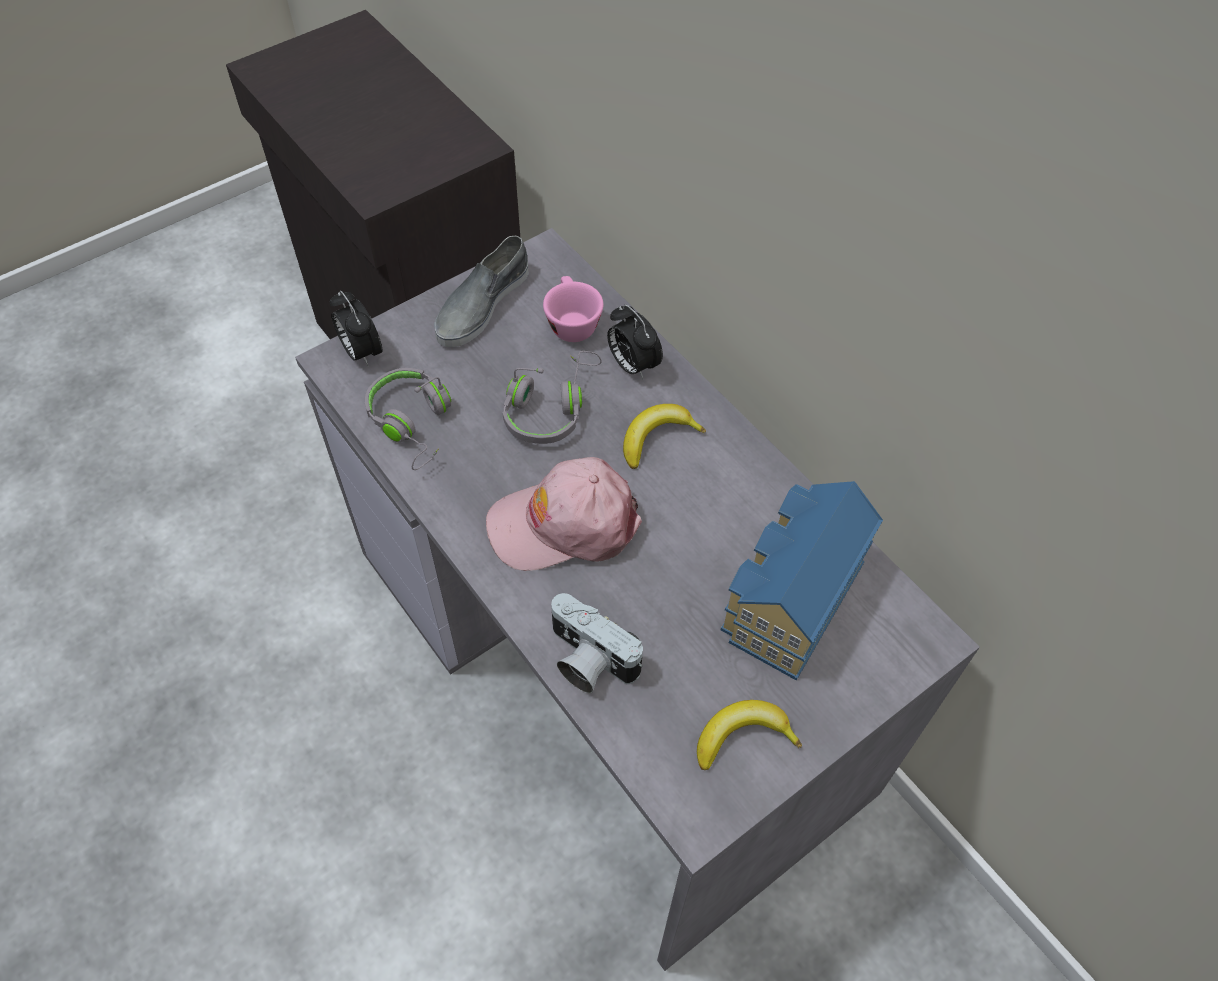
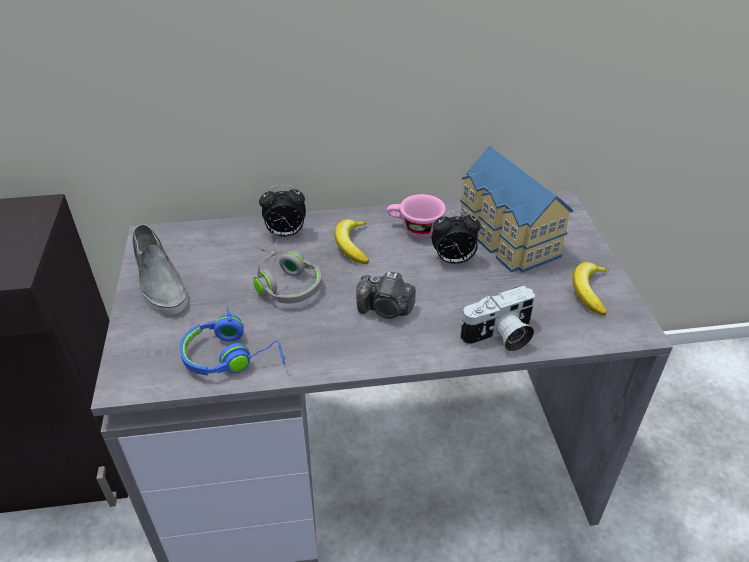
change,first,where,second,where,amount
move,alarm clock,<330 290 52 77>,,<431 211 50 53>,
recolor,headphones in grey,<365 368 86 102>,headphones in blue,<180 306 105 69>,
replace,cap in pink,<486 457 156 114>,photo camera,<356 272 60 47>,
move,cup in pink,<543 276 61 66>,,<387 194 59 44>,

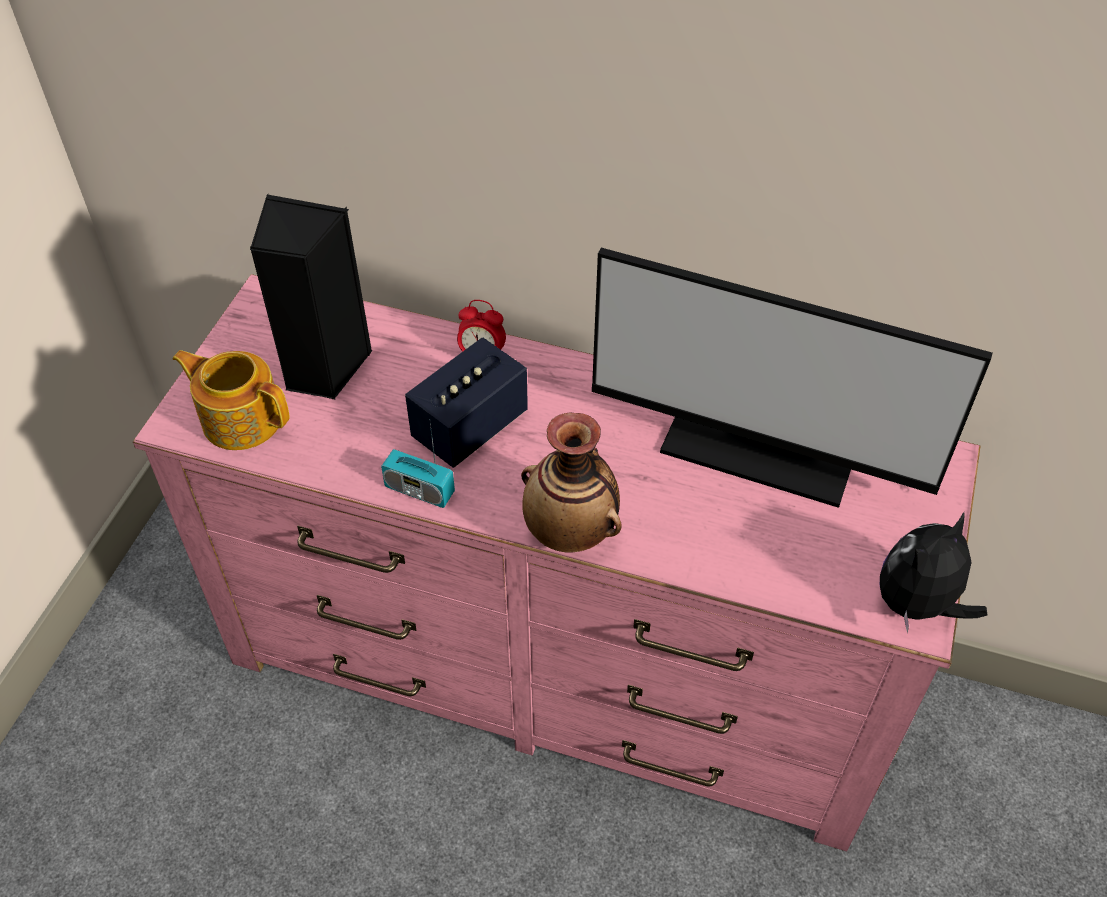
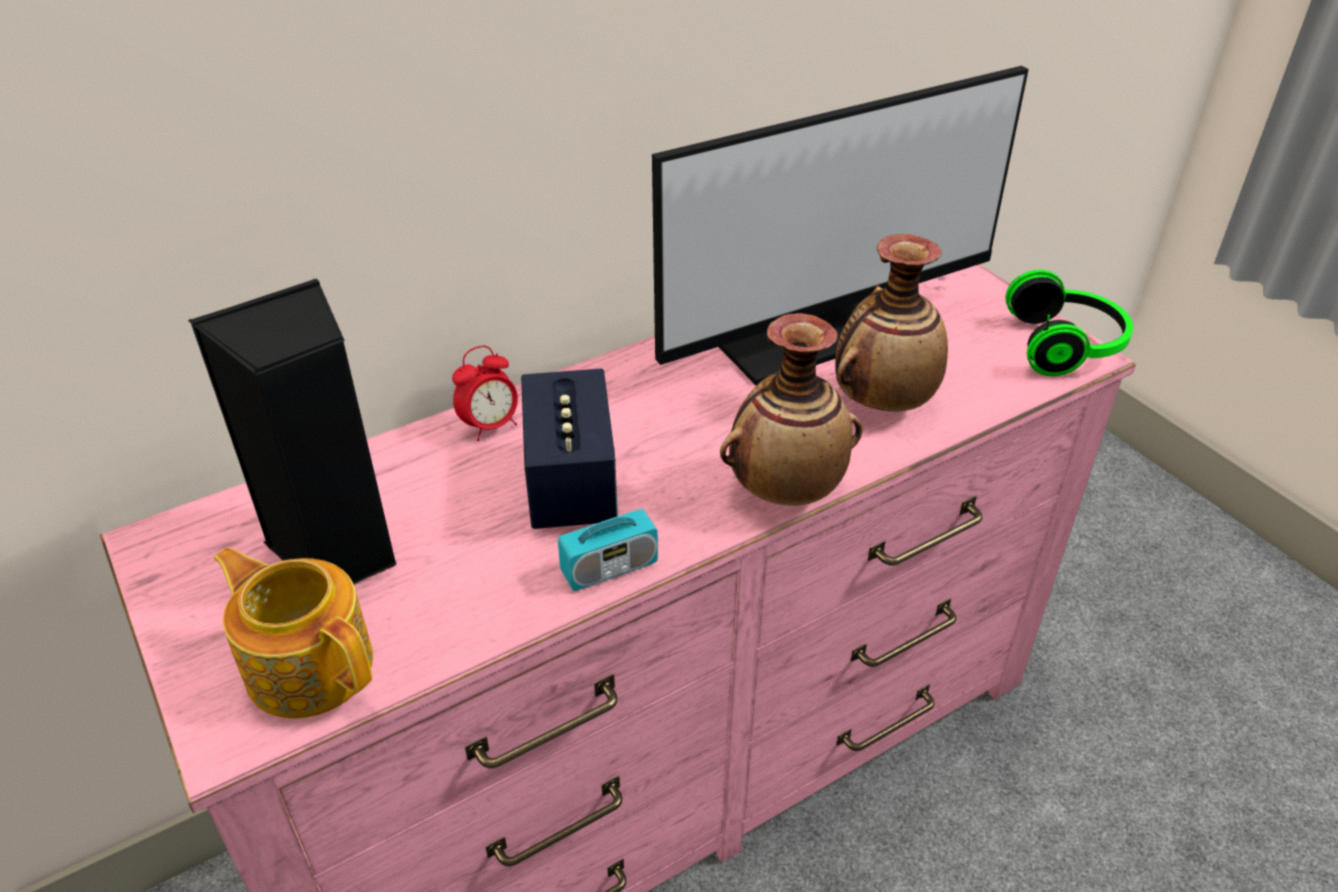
change,first,where,second,where,amount
rotate,teapot,<172 350 118 100>,,<214 547 159 171>,60 degrees clockwise
replace,plush toy,<880 512 107 122>,headphones,<1005 270 128 106>,
insert,,,vase,<835 234 113 178>,

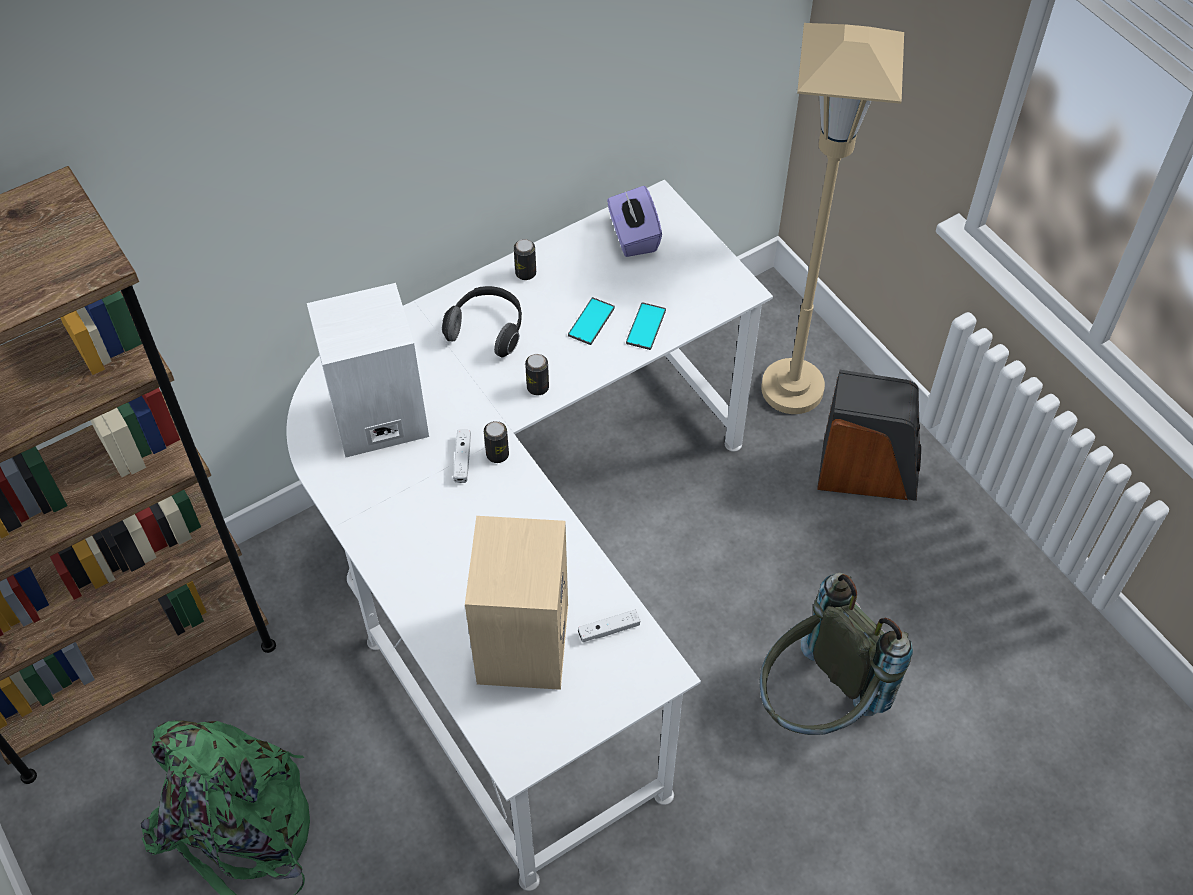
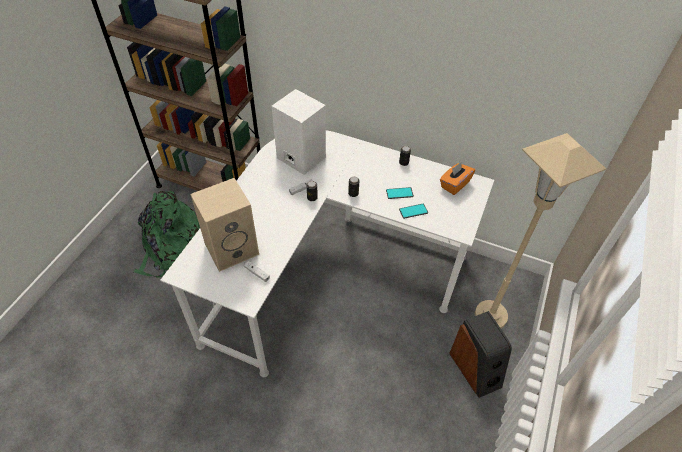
change,first,where,second,where,amount
delete,headphones,<442 286 80 72>,,,
recolor,tissue box in purple,<607 186 55 71>,tissue box in orange,<440 162 35 33>,
delete,backpack in grey,<760 573 153 162>,,,

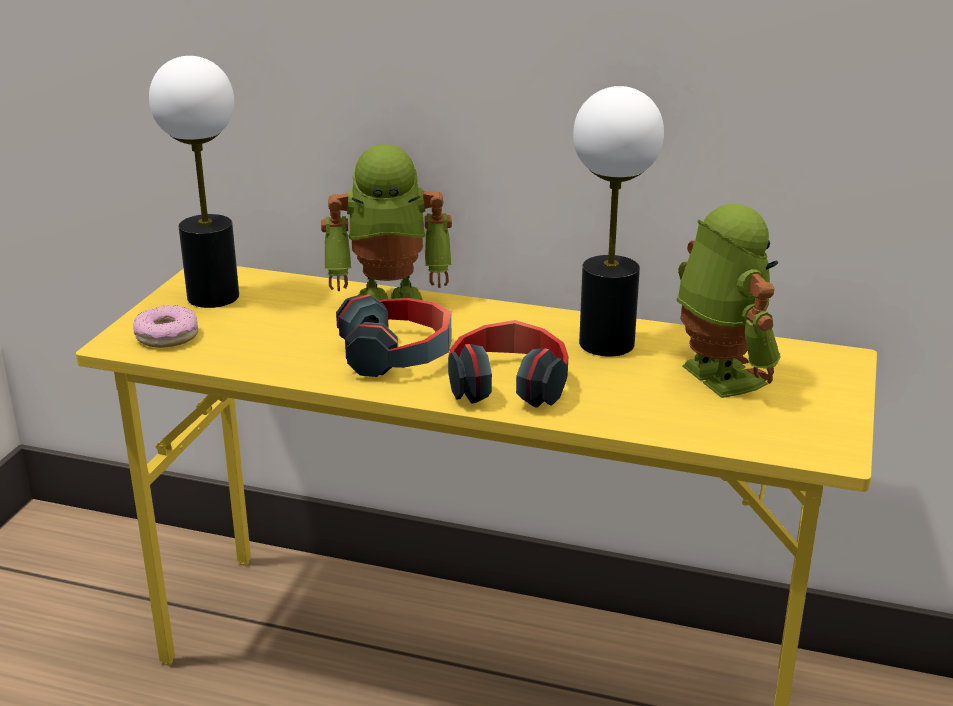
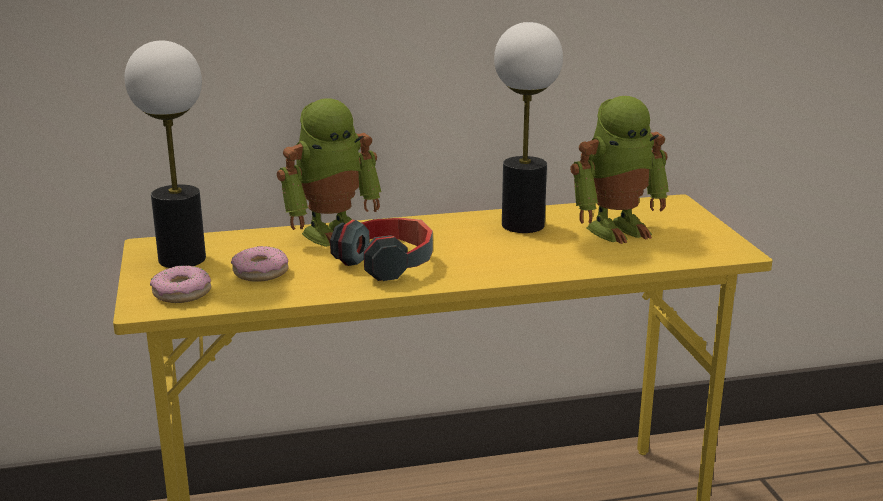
change,first,where,second,where,amount
delete,headphones,<448 320 120 88>,,,
rotate,toy robot,<677 204 103 194>,,<570 96 99 148>,120 degrees clockwise
insert,,,donut,<231 246 57 36>,

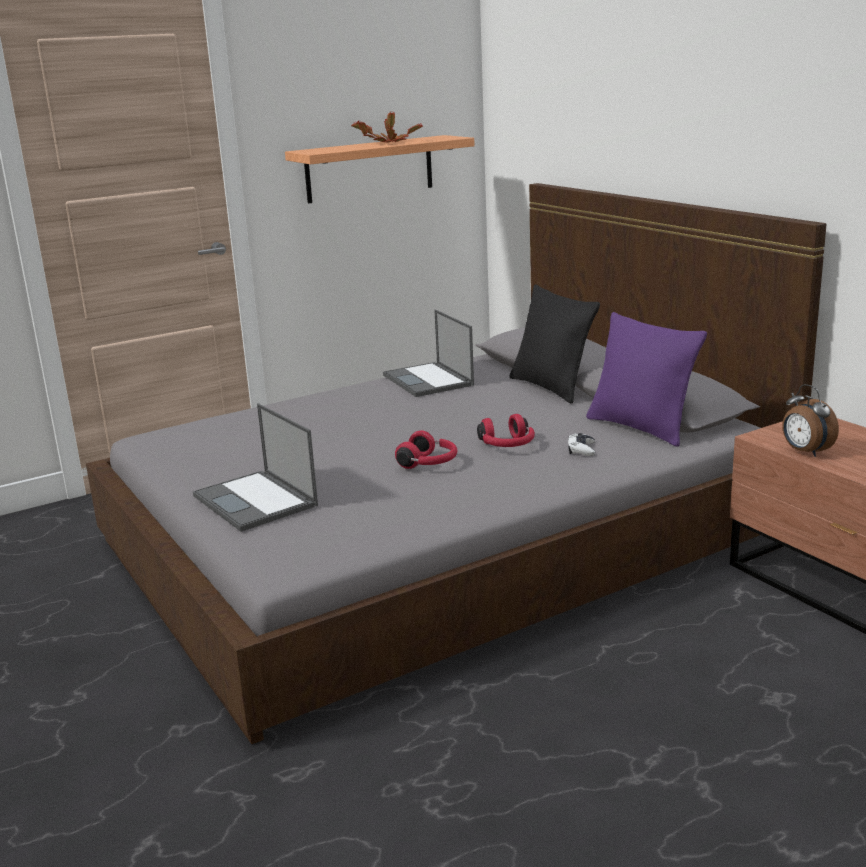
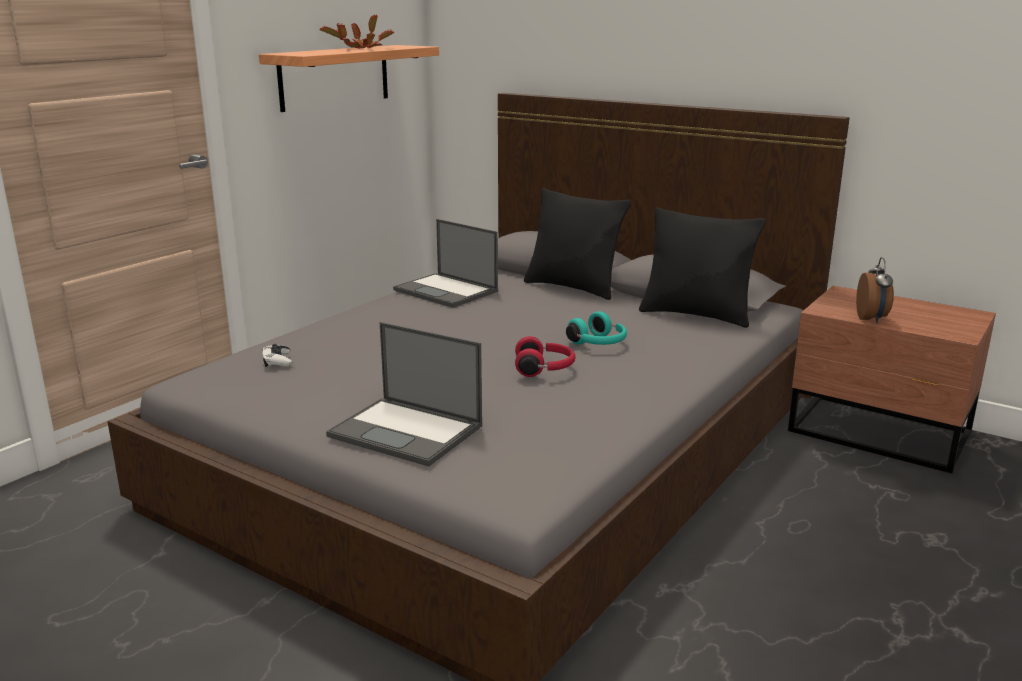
change,first,where,second,where,amount
recolor,headphones in red,<477 414 58 33>,headphones in turquoise,<566 311 61 34>,
move,game controller in white,<568 433 27 23>,,<262 344 31 23>,
recolor,pillow in purple,<586 312 121 135>,pillow in black,<639 207 127 121>,
rotate,alarm clock,<782 384 57 73>,,<856 257 38 66>,120 degrees counterclockwise

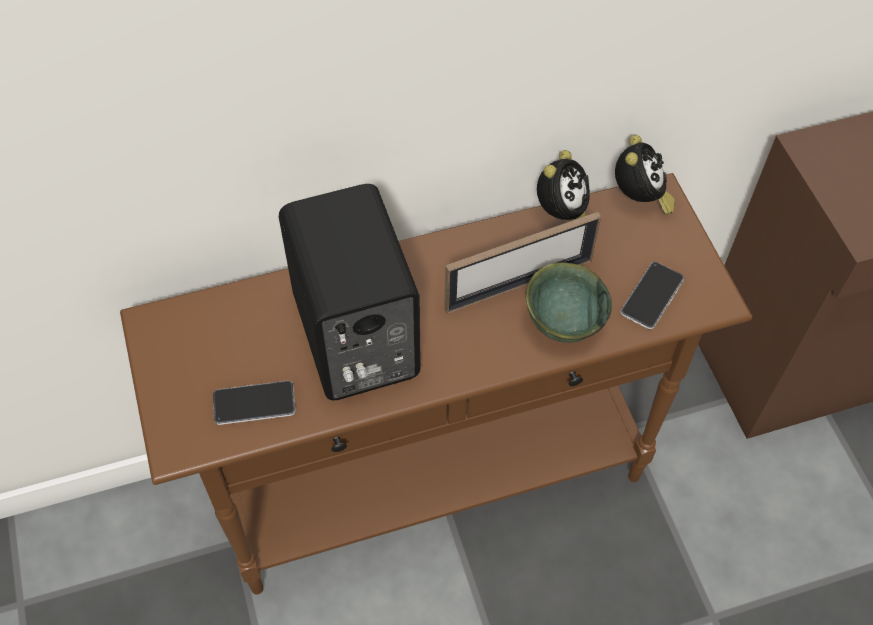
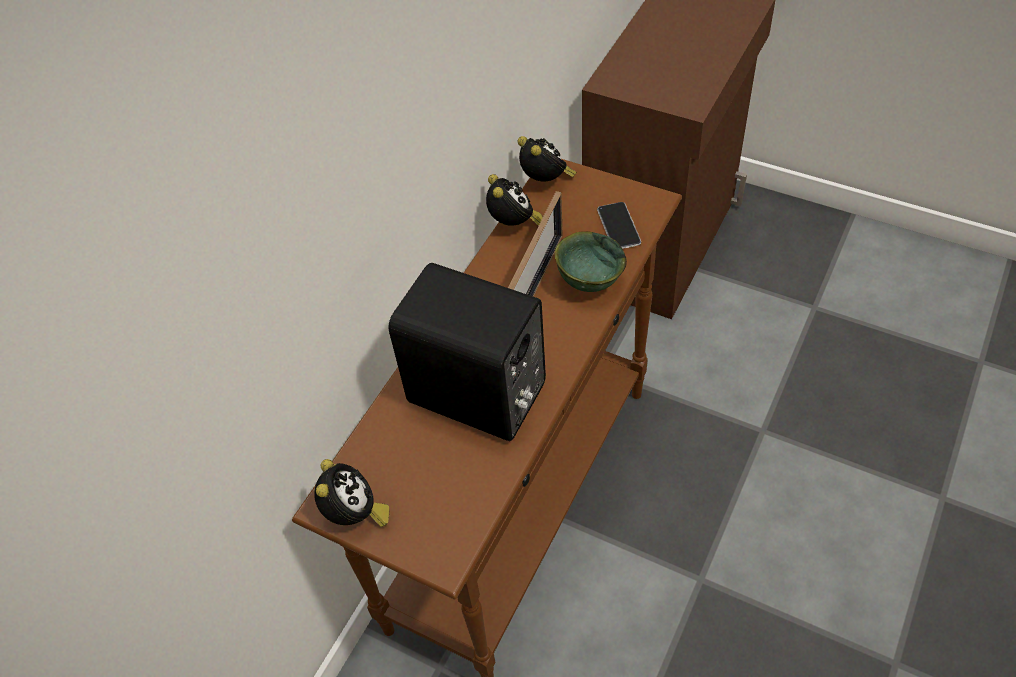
change,first,where,second,where,amount
delete,phone,<213 380 83 45>,,,
insert,,,alarm clock,<314 459 75 68>,

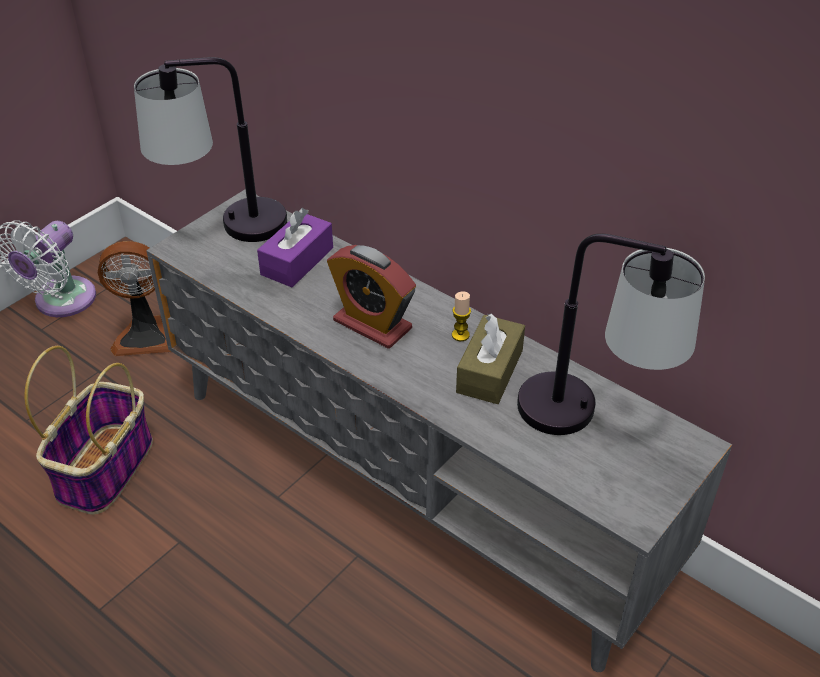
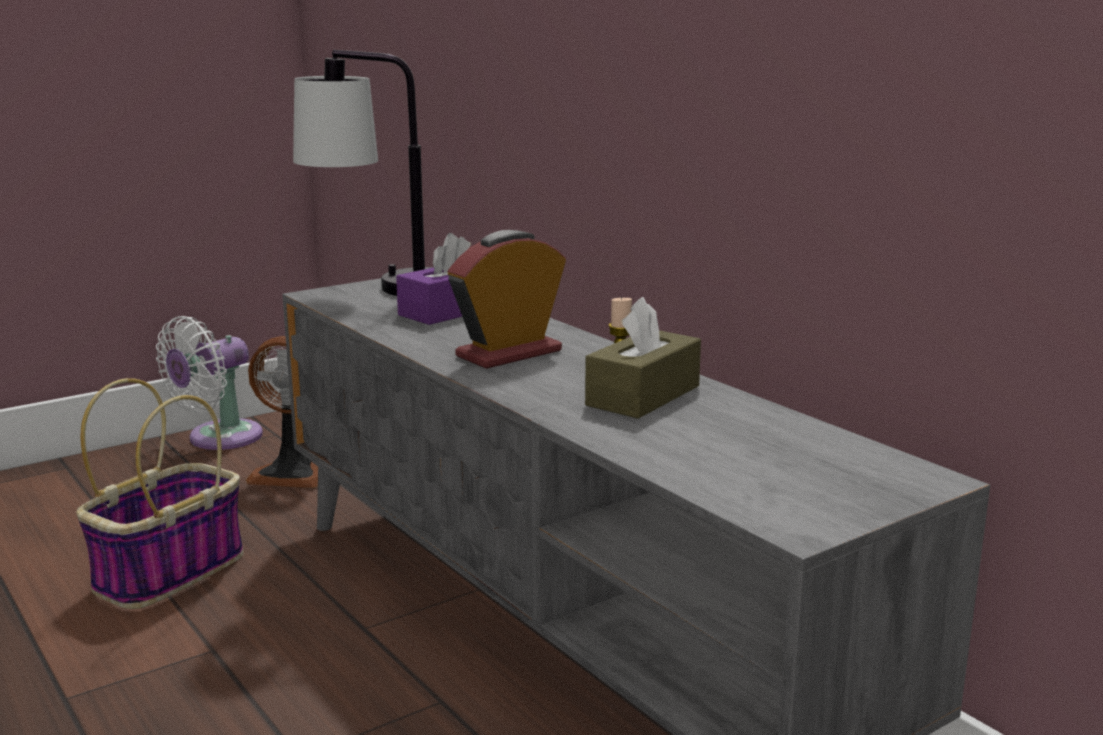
change,first,where,second,where,amount
rotate,alarm clock,<327 245 89 104>,,<448 230 118 139>,90 degrees clockwise
delete,table lamp,<517 234 188 201>,,,

